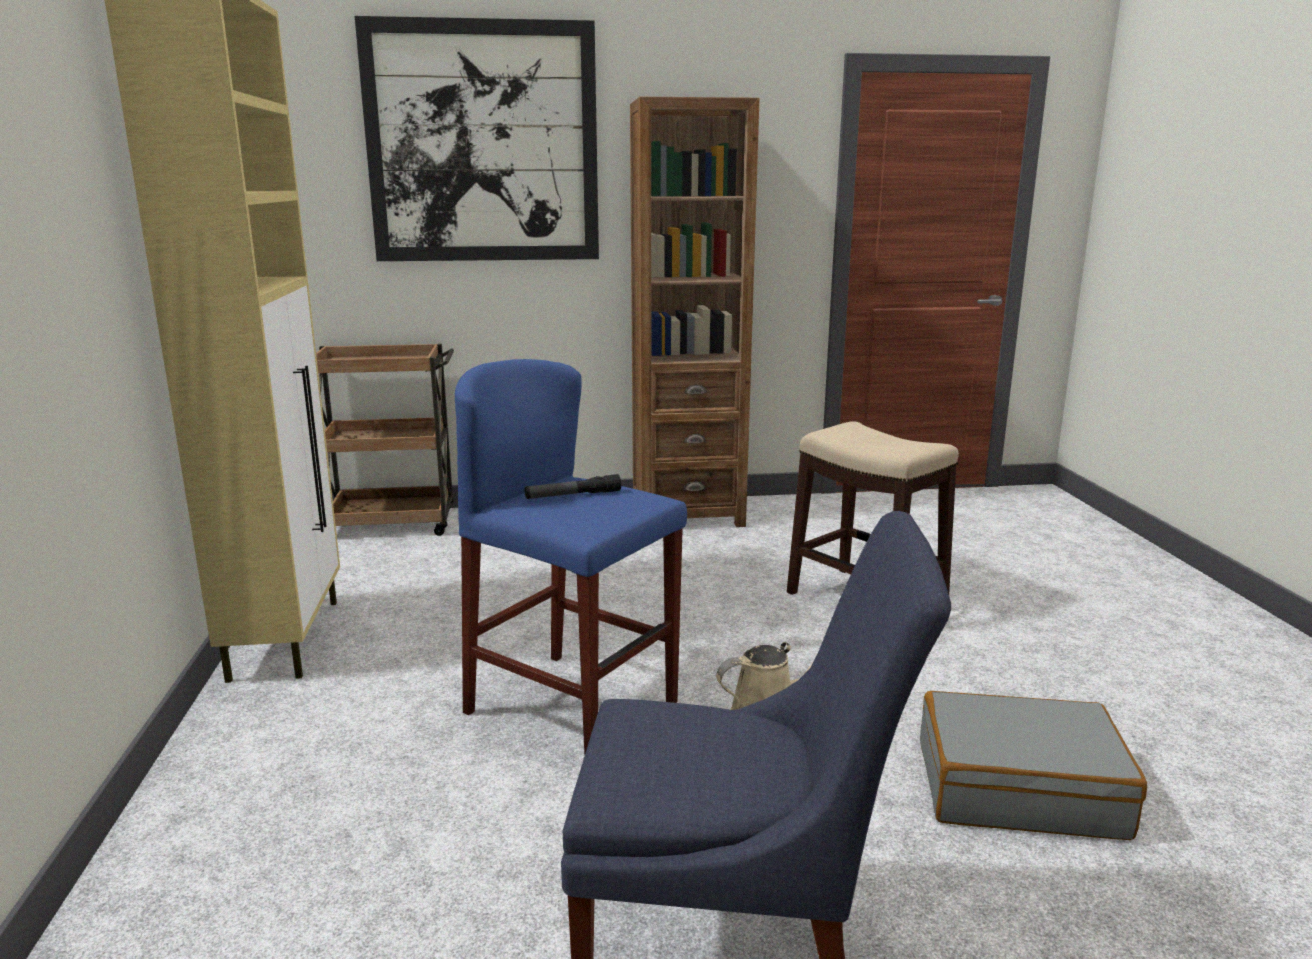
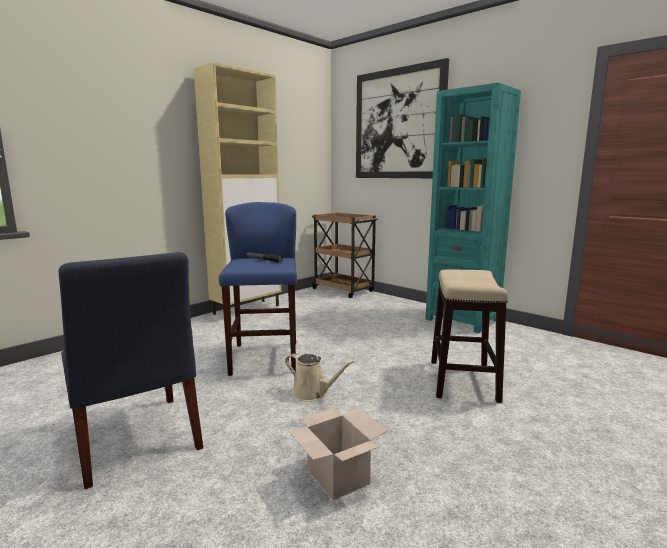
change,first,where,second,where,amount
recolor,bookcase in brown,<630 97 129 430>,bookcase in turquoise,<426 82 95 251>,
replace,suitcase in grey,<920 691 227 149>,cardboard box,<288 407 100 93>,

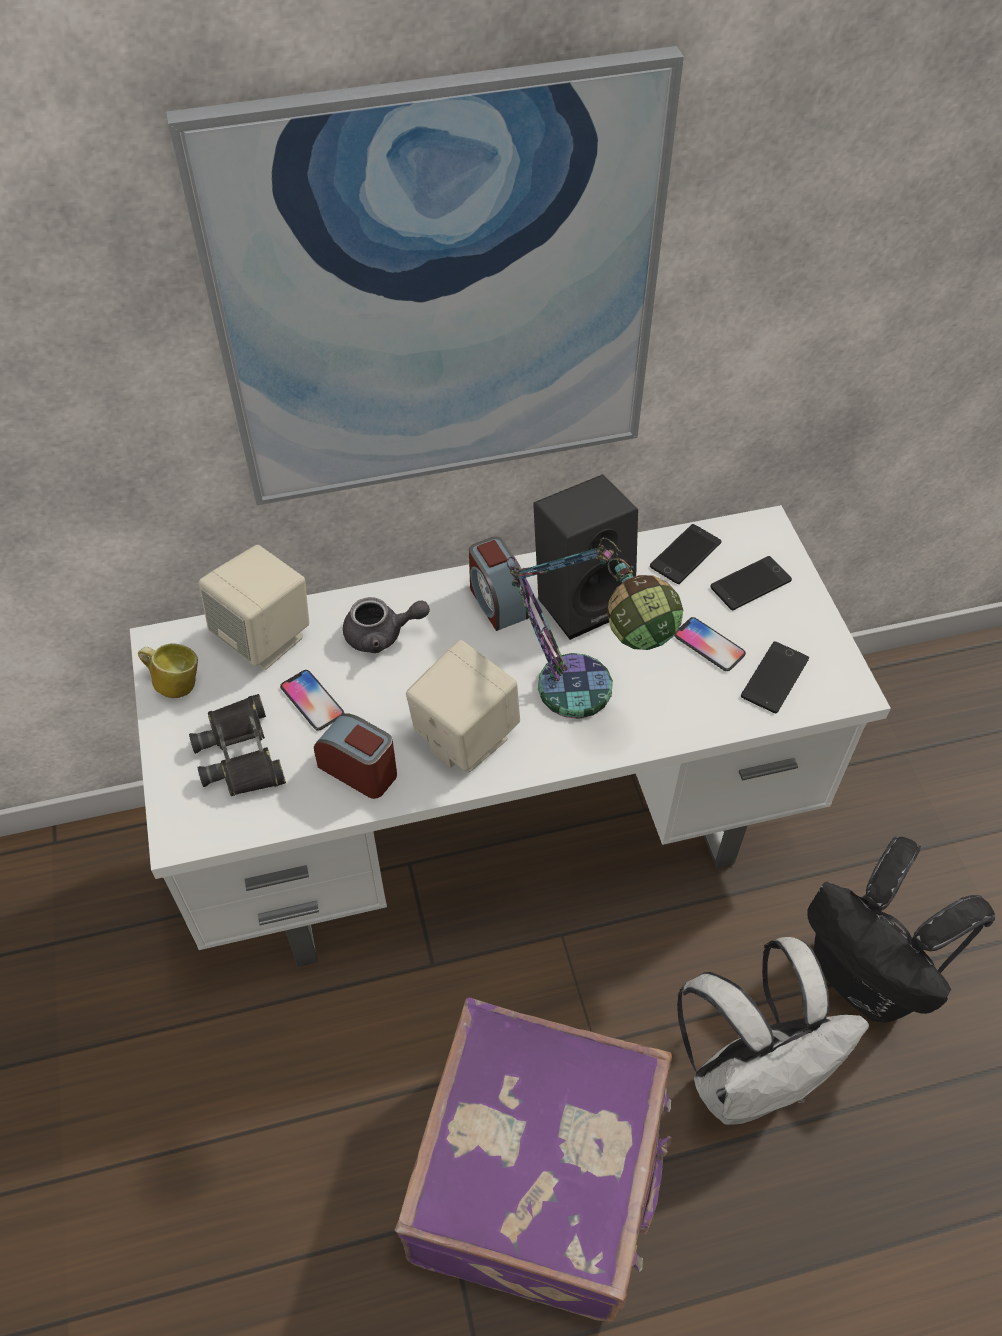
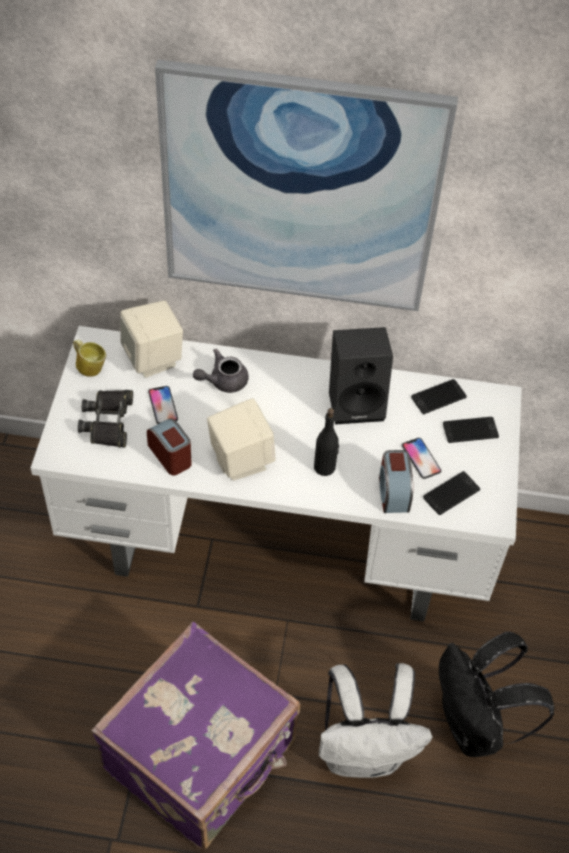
change,first,where,second,where,amount
rotate,teapot in grey,<343 597 87 56>,,<193 349 56 44>,135 degrees clockwise
move,alarm clock,<469 537 61 94>,,<379 450 34 63>,
replace,table lamp,<507 538 176 181>,bottle in black,<314 408 25 68>,

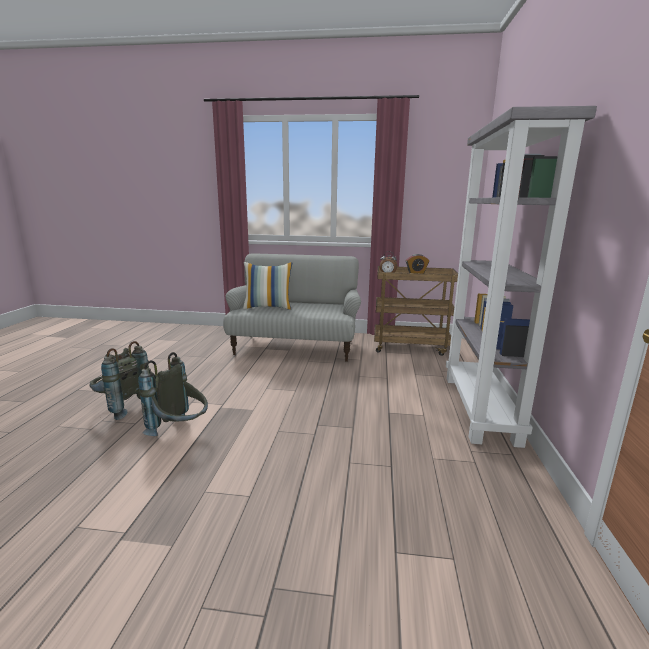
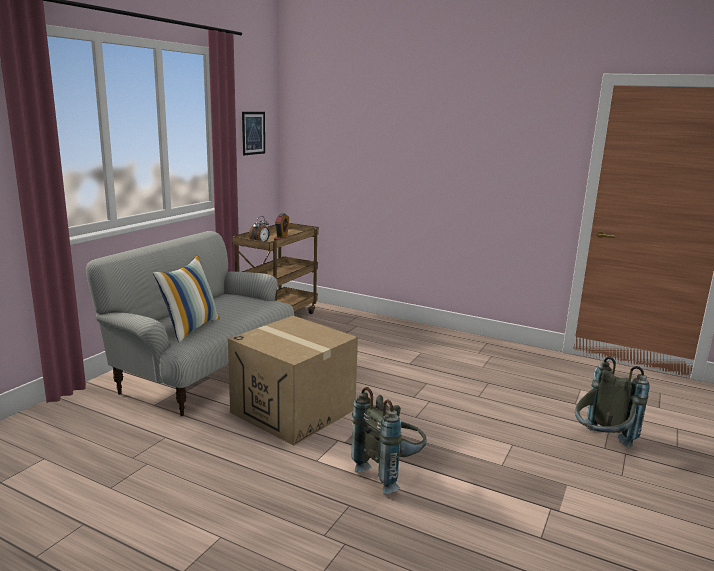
change,first,where,second,where,amount
move,backpack in grey,<90 341 59 79>,,<575 357 75 90>,
delete,bookcase in grey,<446 106 151 342>,,,
insert,,,cardboard box,<228 316 130 129>,
insert,,,picture,<242 112 23 43>,

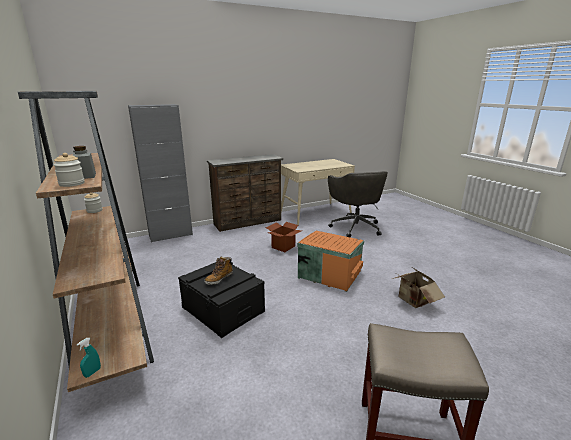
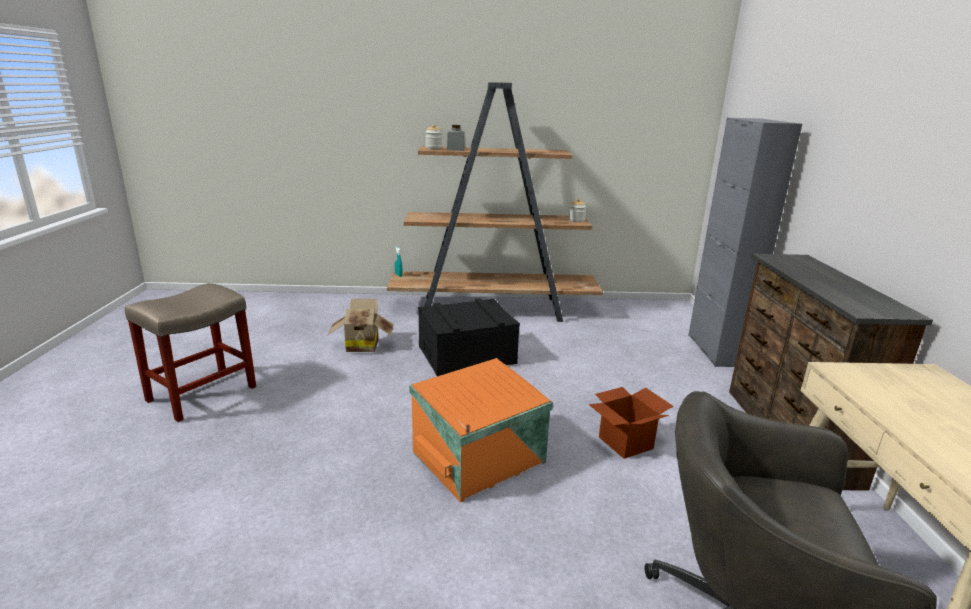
change,first,where,second,where,amount
delete,boot,<204 256 29 29>,,,
move,cardboard box,<392 267 53 41>,,<327 299 67 53>,

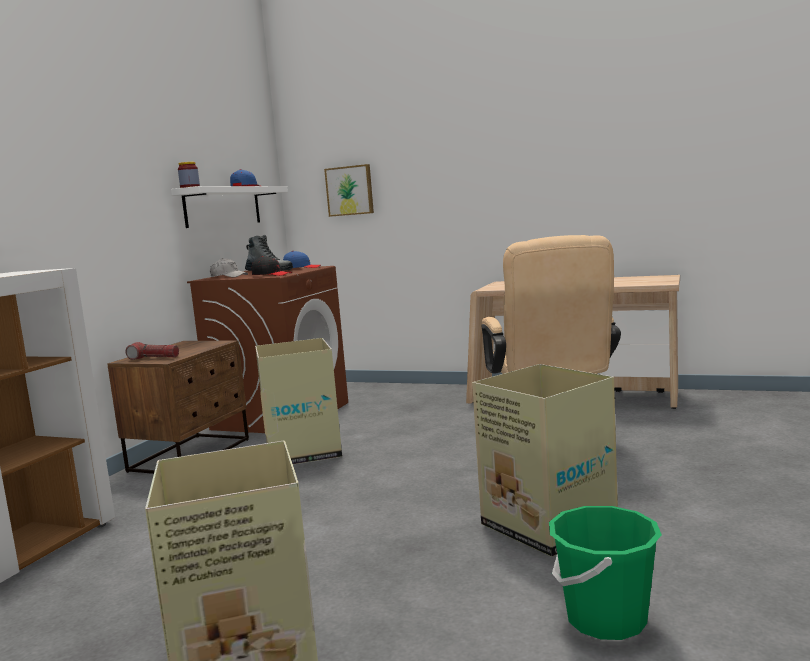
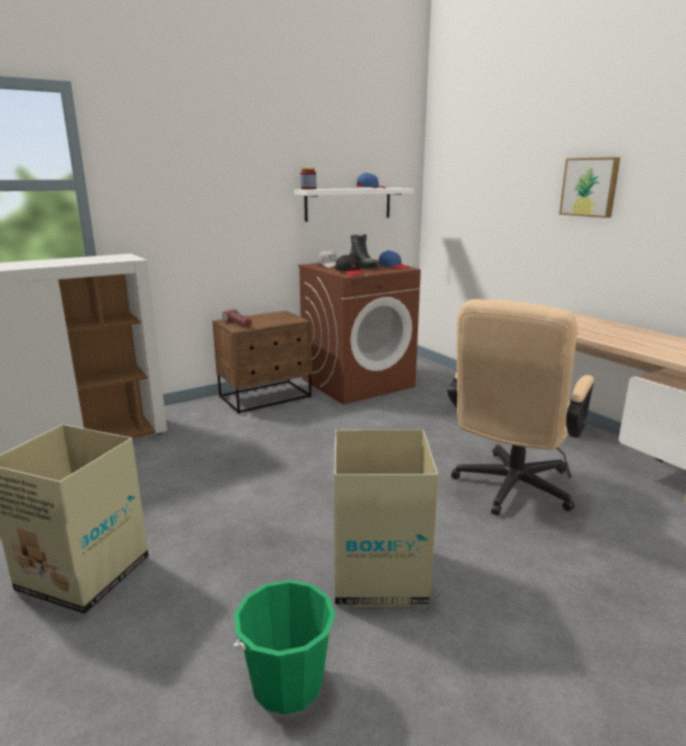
change,first,where,second,where,amount
delete,cardboard box,<255 338 87 127>,,,
move,picture,<324 164 50 53>,,<559 157 61 61>,

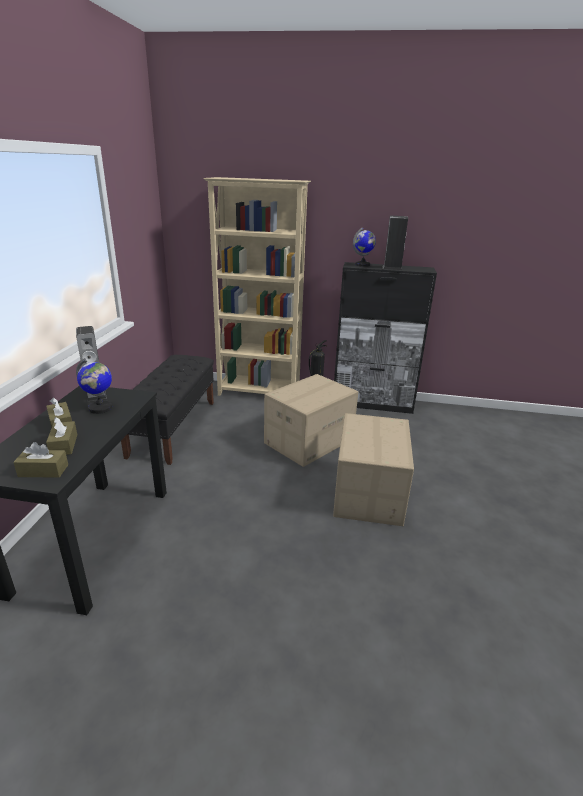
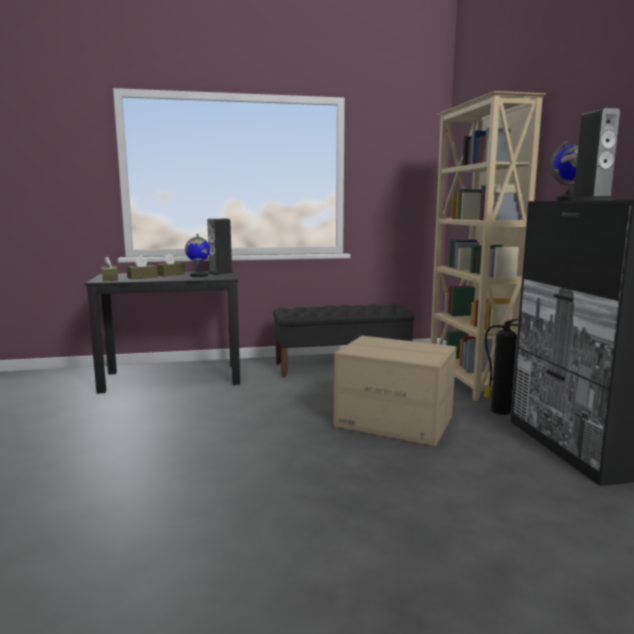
change,first,where,second,where,amount
delete,cardboard box,<333 413 81 113>,,,

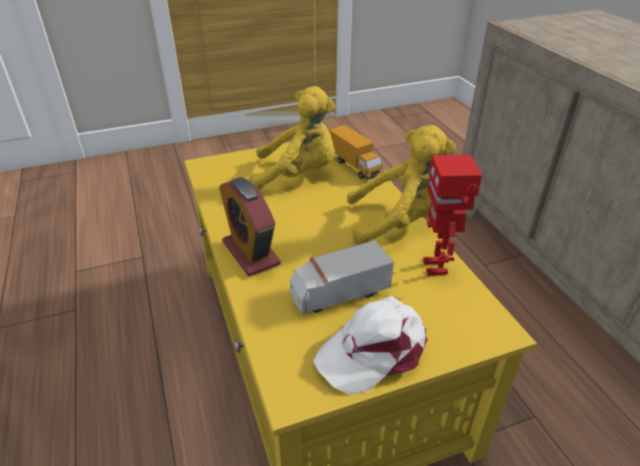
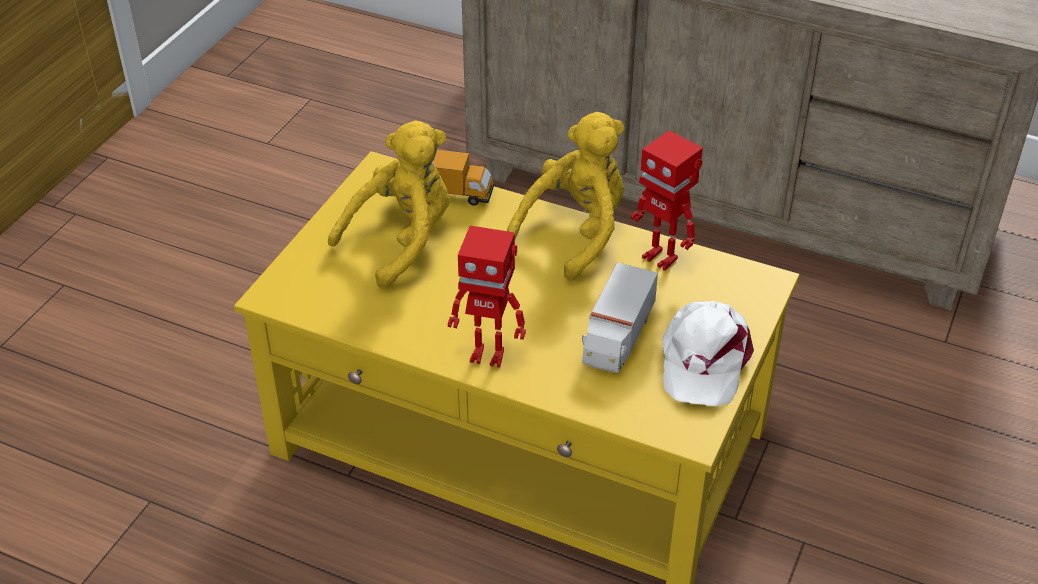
change,first,where,second,where,amount
replace,alarm clock,<219 177 62 100>,toy robot,<448 226 78 142>,

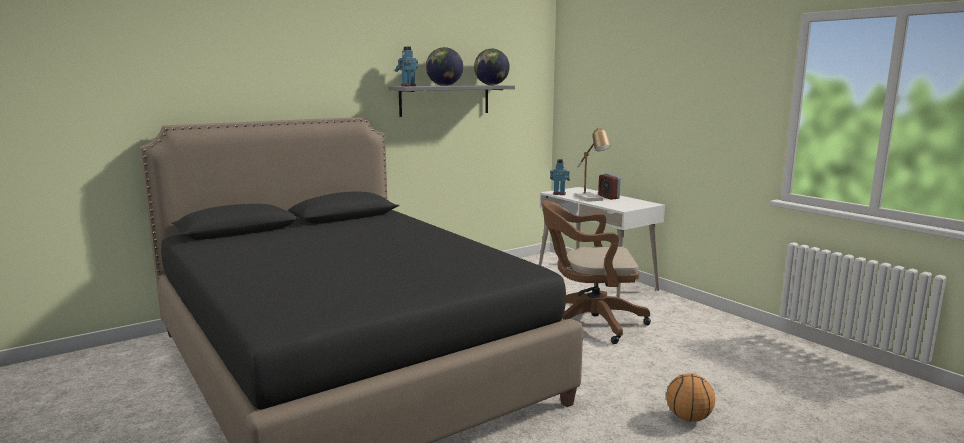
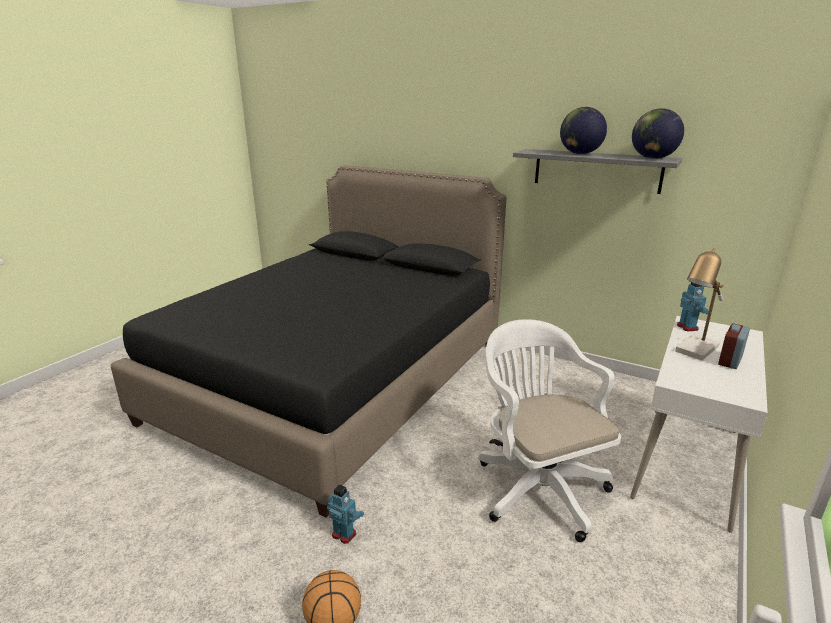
change,first,where,second,where,amount
move,toy robot,<395 46 23 40>,,<326 484 38 60>,
recolor,office chair in brown,<542 200 109 144>,office chair in white,<478 319 143 223>,

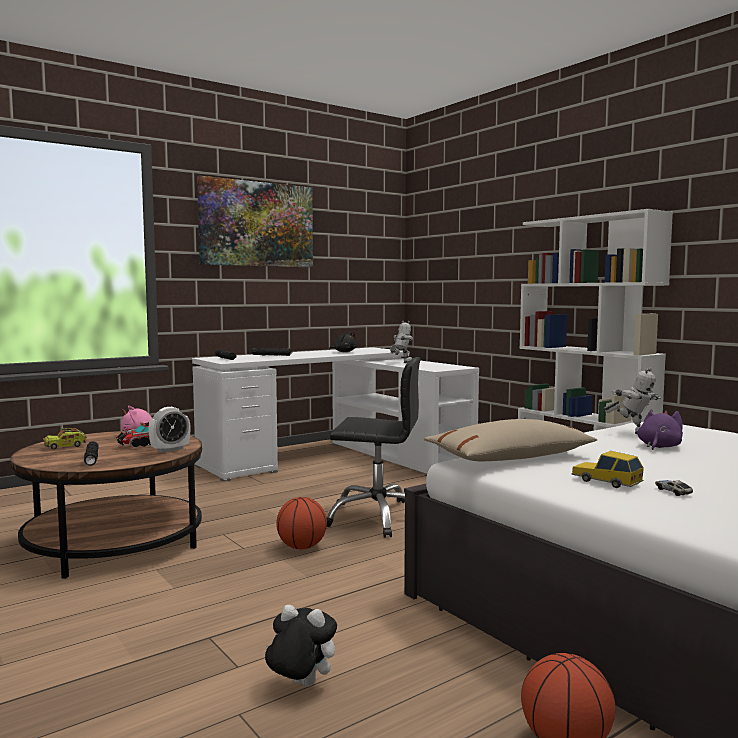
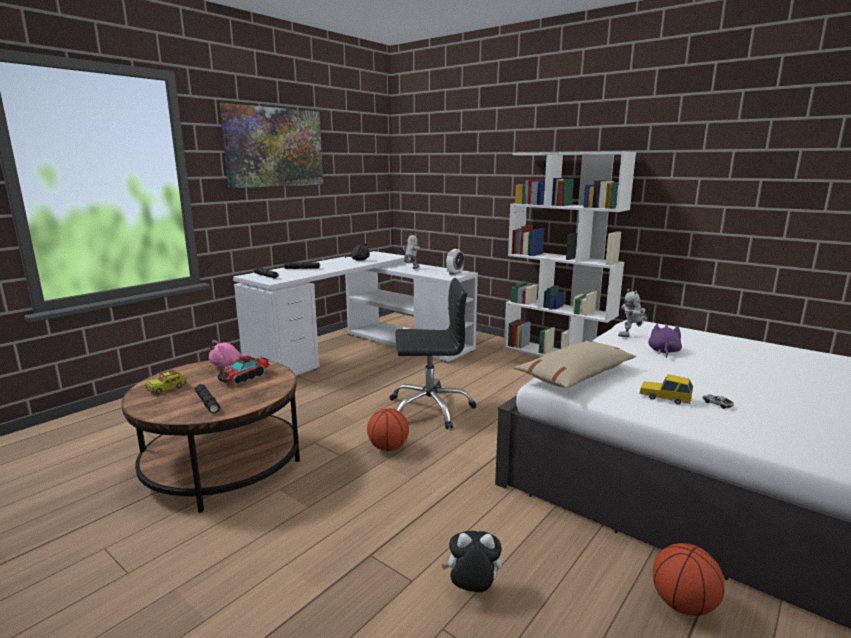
change,first,where,second,where,amount
move,alarm clock,<148 407 42 46>,,<446 249 18 26>,
rotate,toy robot,<603 368 58 66>,,<618 289 30 48>,120 degrees clockwise

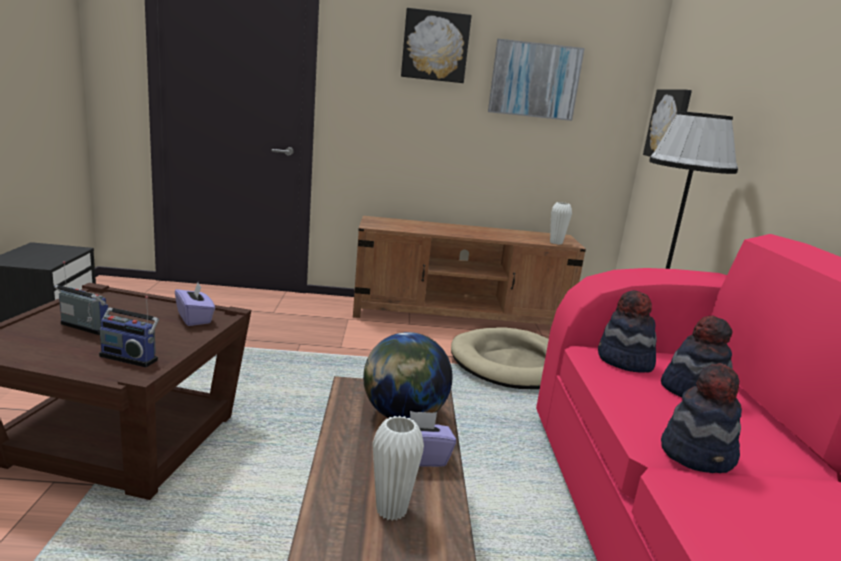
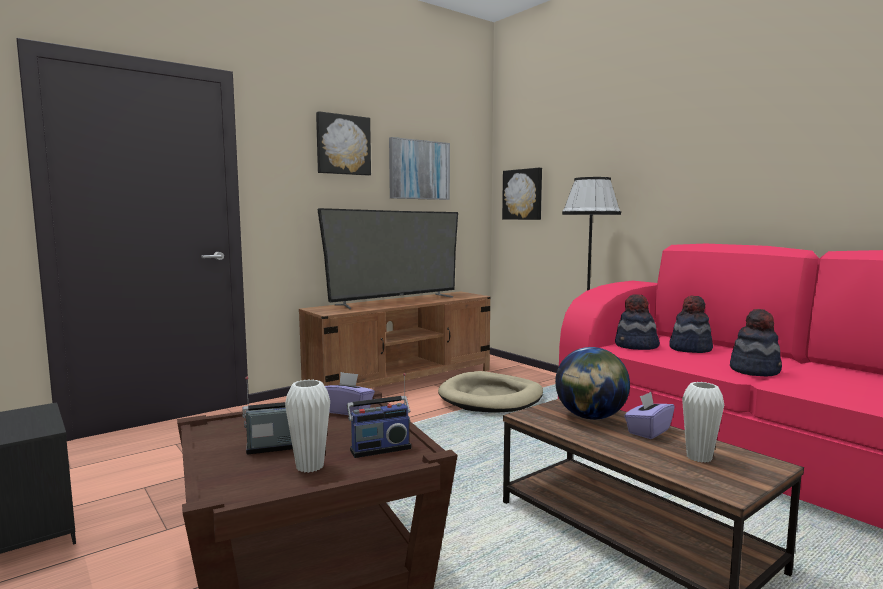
change,first,where,second,where,amount
move,vase in white,<550 202 22 43>,,<285 379 45 94>,
insert,,,television,<317 208 141 101>,

